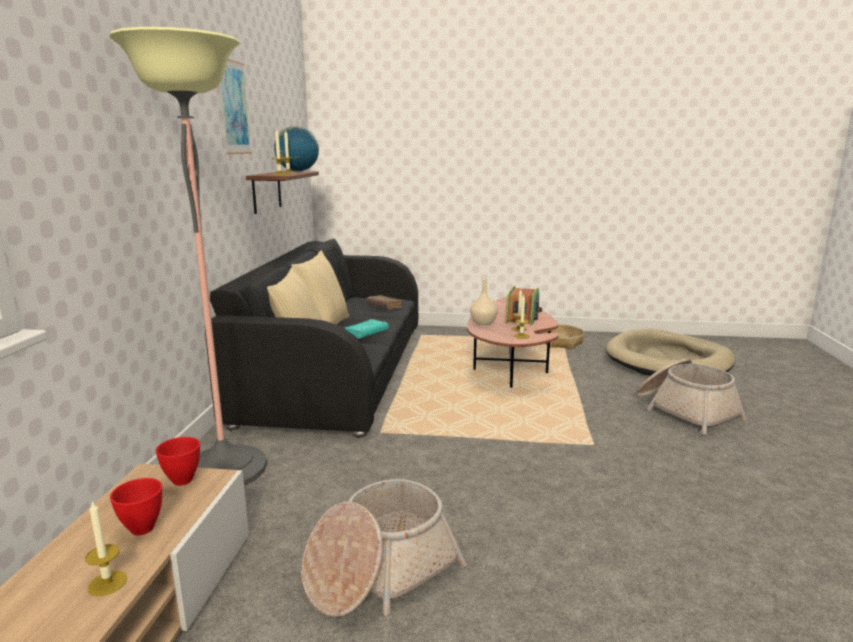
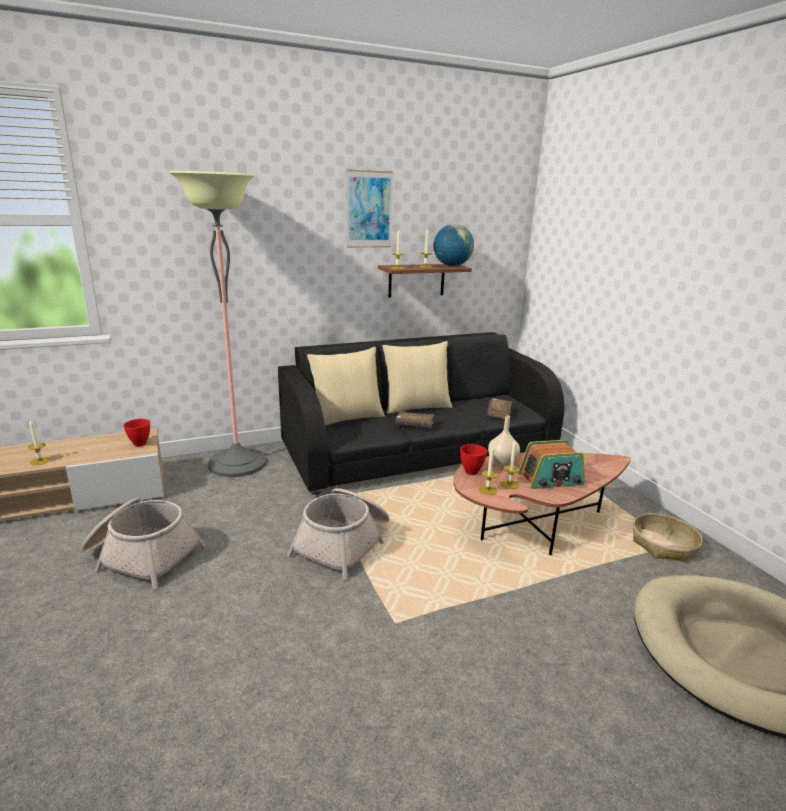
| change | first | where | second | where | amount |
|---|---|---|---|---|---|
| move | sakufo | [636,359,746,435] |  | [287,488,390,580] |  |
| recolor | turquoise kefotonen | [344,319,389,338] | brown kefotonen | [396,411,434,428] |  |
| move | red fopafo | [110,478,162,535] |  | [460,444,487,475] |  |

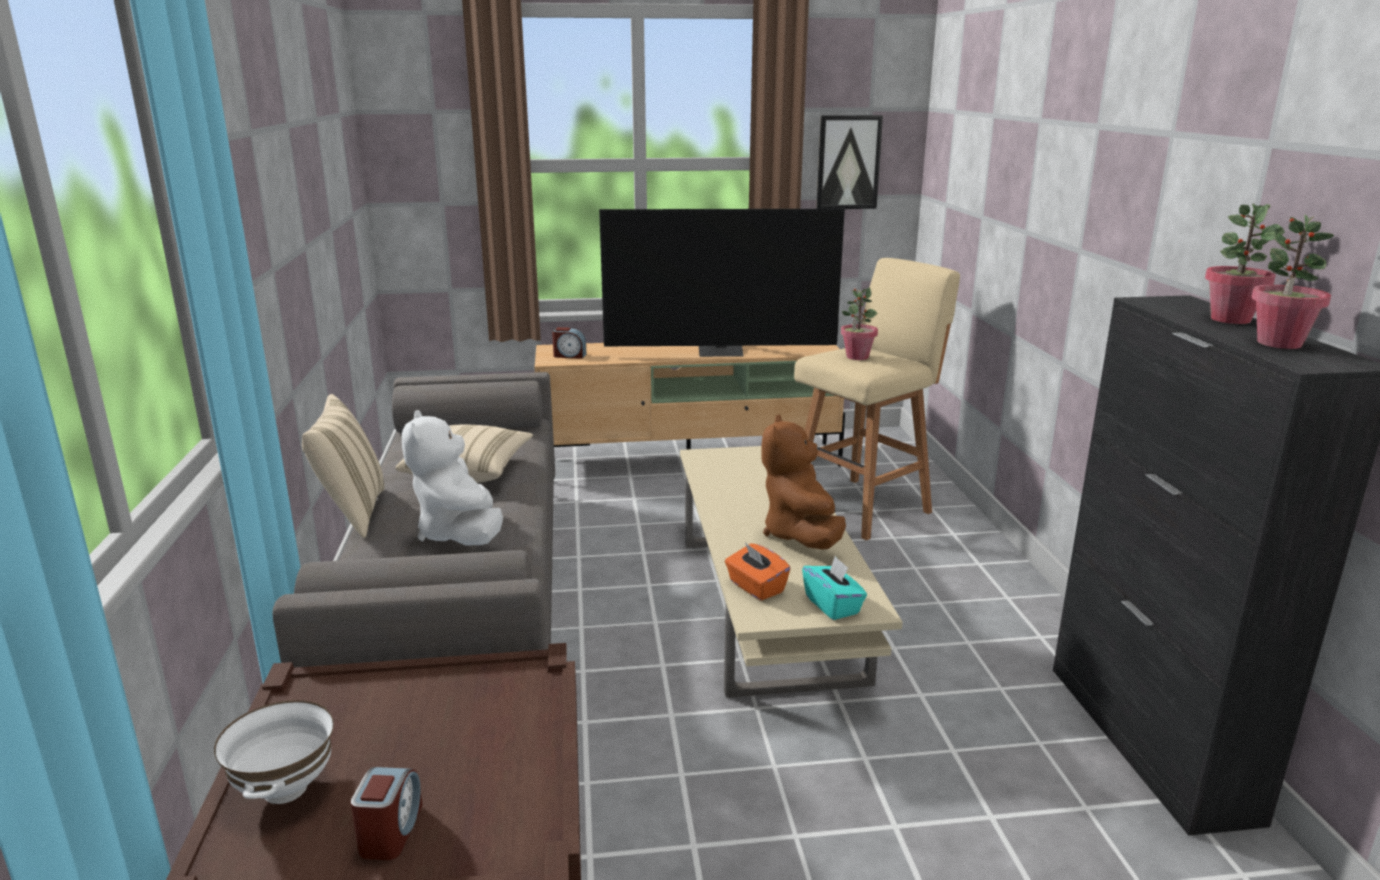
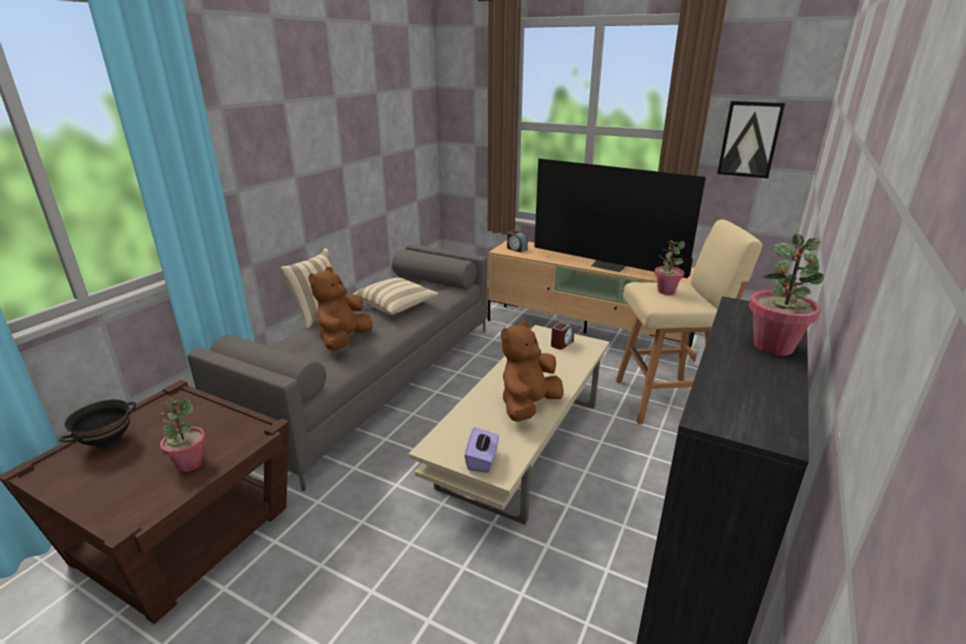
| change | first | where | second | where | amount |
|---|---|---|---|---|---|
| recolor | white fopafo | [214,700,334,804] | black fopafo | [59,399,136,449] |  |
| move | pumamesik | [1252,215,1334,349] |  | [160,398,206,472] |  |
| recolor | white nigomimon | [402,410,503,546] | brown nigomimon | [308,267,373,351] |  |
| recolor | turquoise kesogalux | [802,556,867,620] | purple kesogalux | [465,427,499,473] |  |
| move | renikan | [351,767,422,860] |  | [551,322,574,350] |  |
| delete | orange kesogalux | [725,543,791,601] |  |  |  |

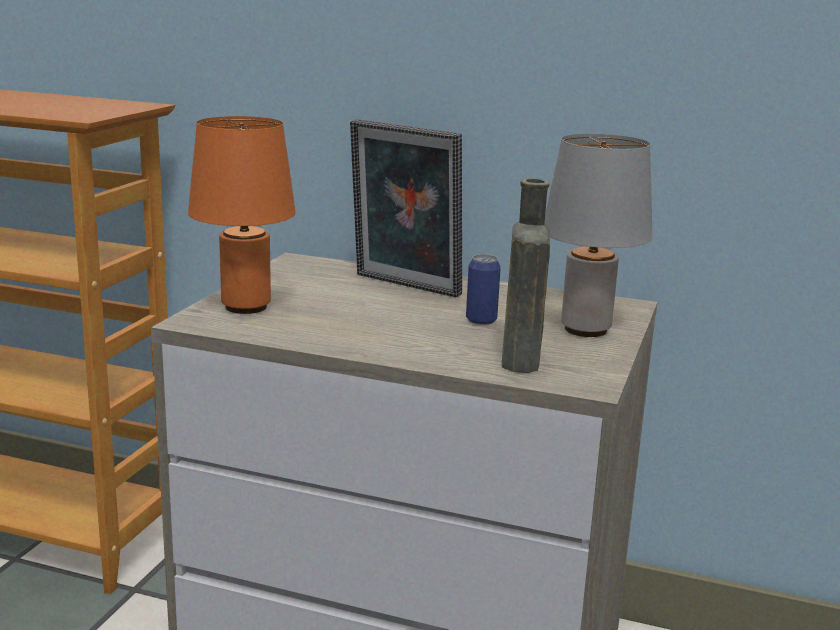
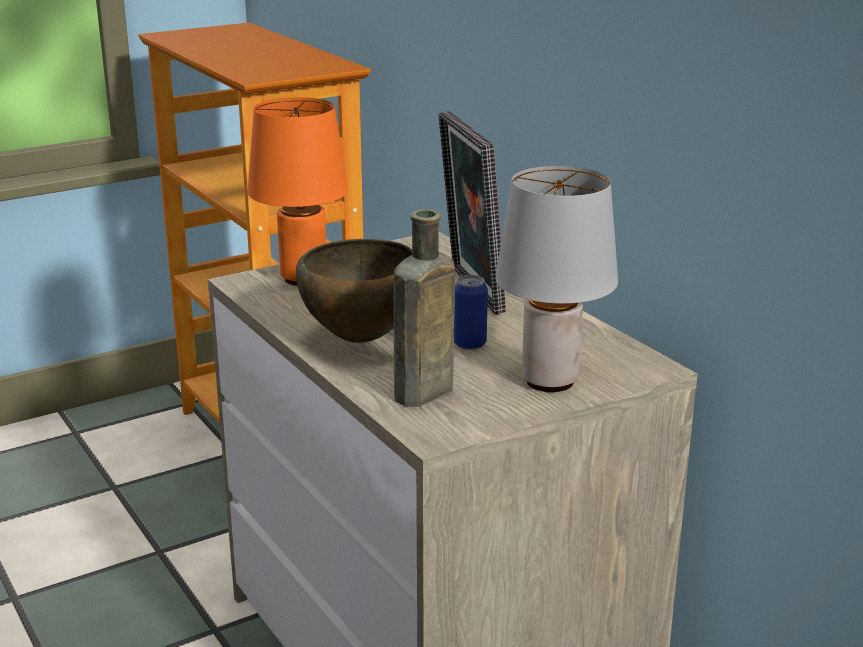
| change | first | where | second | where | amount |
|---|---|---|---|---|---|
| insert |  |  | brown fopafo | [296,239,412,343] |  |

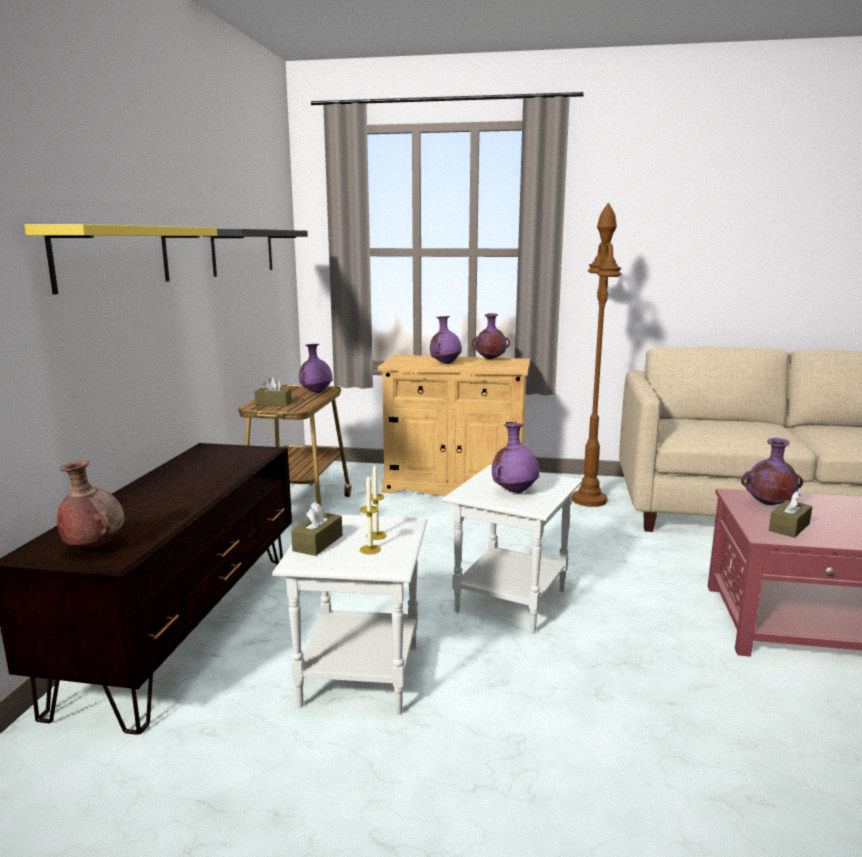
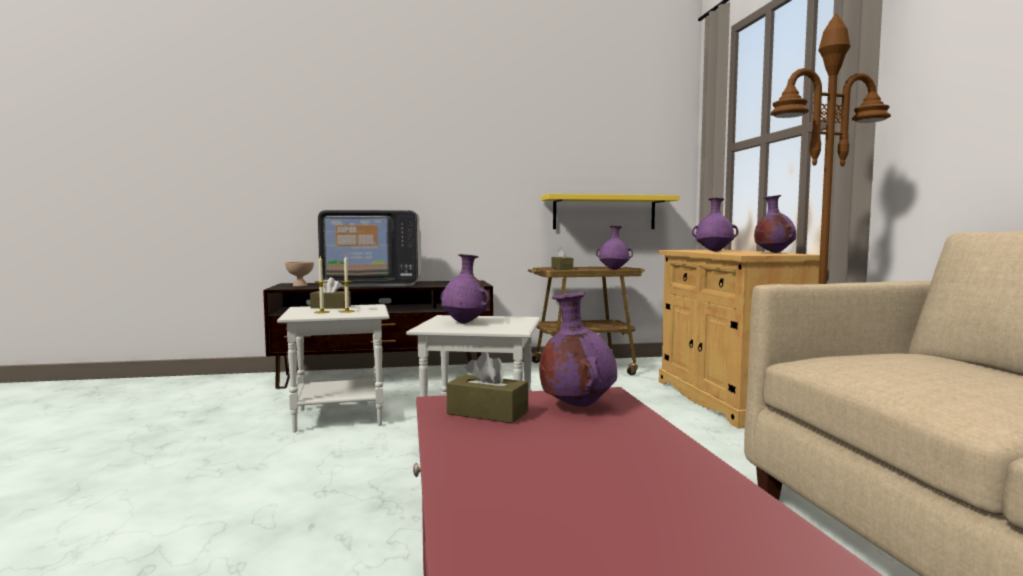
| change | first | where | second | where | amount |
|---|---|---|---|---|---|
| replace | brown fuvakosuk | [57,460,125,547] | beige fopafo | [285,262,314,287] |  |
| insert |  |  | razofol | [318,210,421,287] |  |
| move | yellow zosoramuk | [25,224,217,295] |  | [541,194,679,229] |  |
| delete | black zosoramuk | [203,229,308,277] |  |  |  |

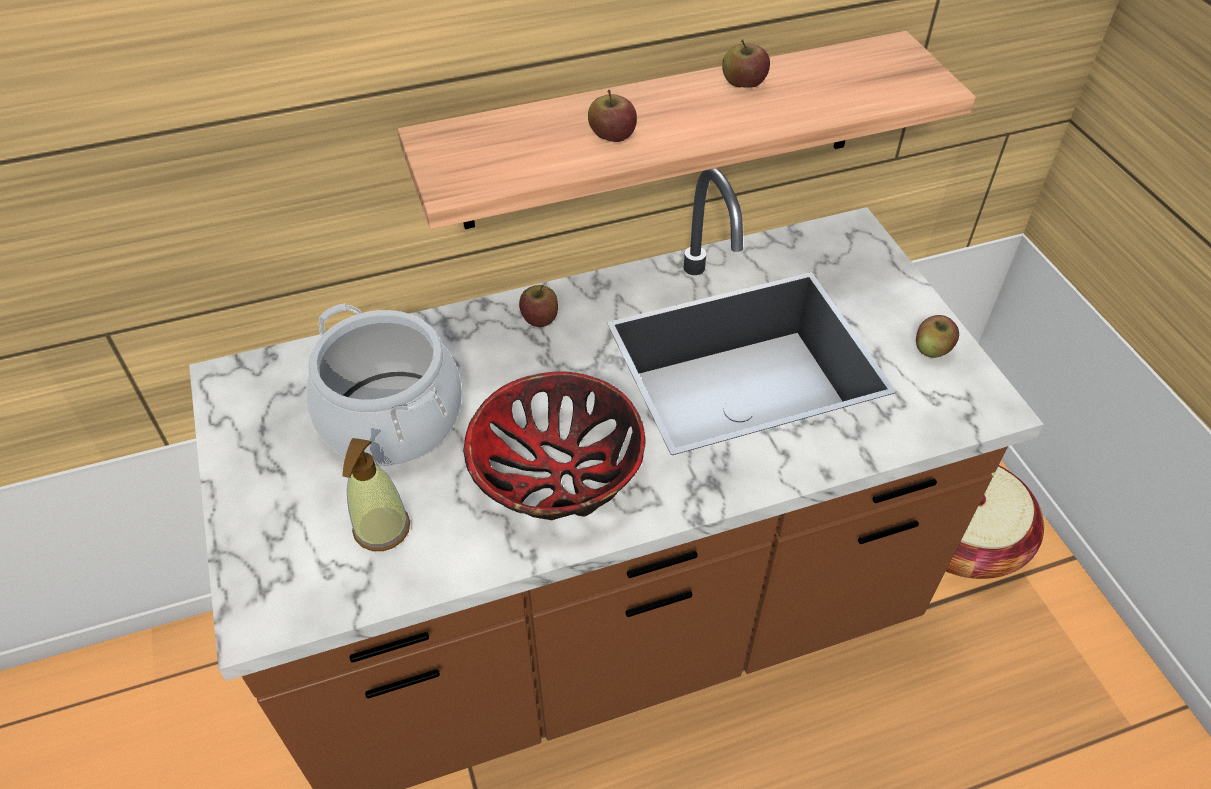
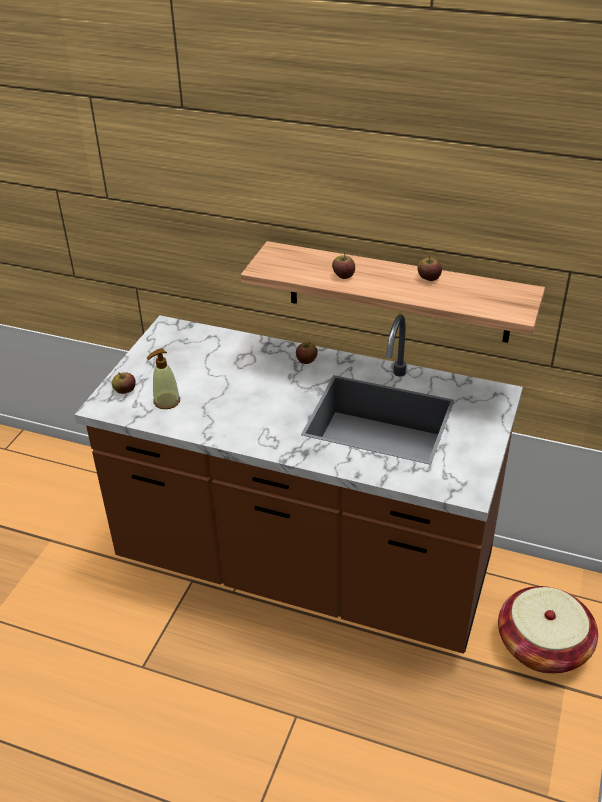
| change | first | where | second | where | amount |
|---|---|---|---|---|---|
| move | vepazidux | [916,315,959,358] |  | [112,372,136,394] |  |
| delete | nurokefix | [306,303,462,466] |  |  |  |
| delete | fopafo | [463,371,646,520] |  |  |  |

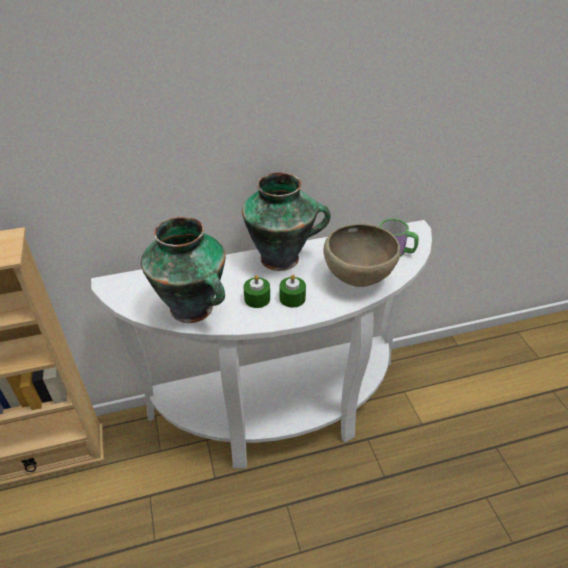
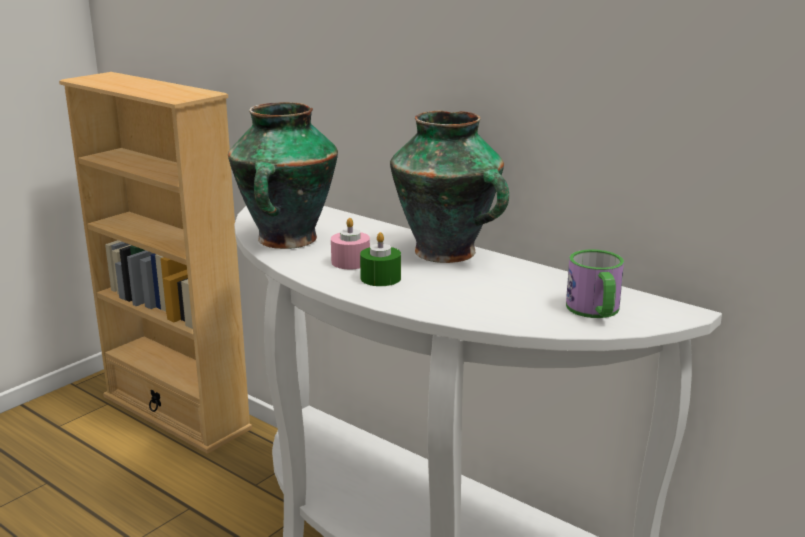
| change | first | where | second | where | amount |
|---|---|---|---|---|---|
| recolor | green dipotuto | [244,275,270,308] | pink dipotuto | [331,218,370,269] |  |
| delete | brown fopafo | [324,224,401,287] |  |  |  |

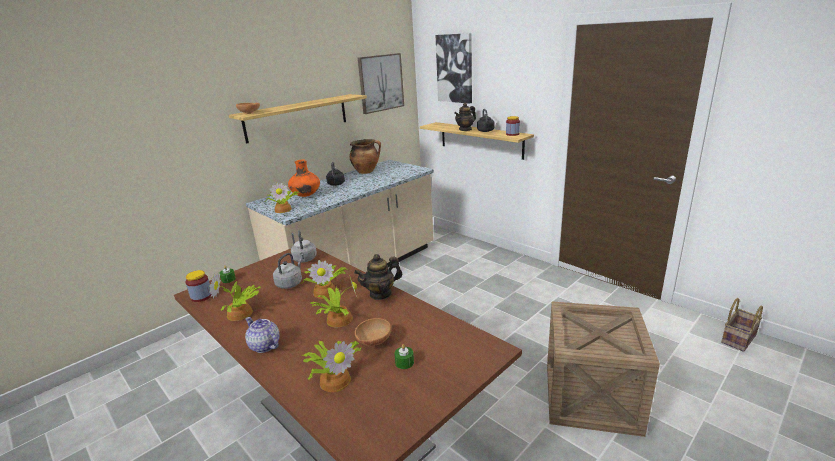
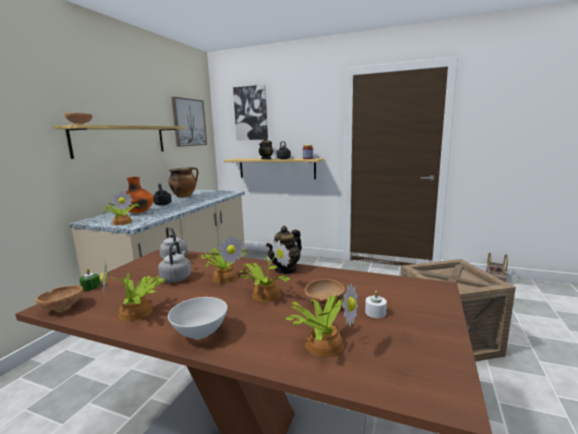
| change | first | where | second | where | amount |
|---|---|---|---|---|---|
| replace | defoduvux | [185,270,212,302] | brown fopafo | [36,285,83,312] |  |
| replace | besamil | [245,317,280,353] | white fopafo | [168,297,227,339] |  |
| recolor | green dipotuto | [394,344,414,369] | white dipotuto | [365,290,387,318] |  |

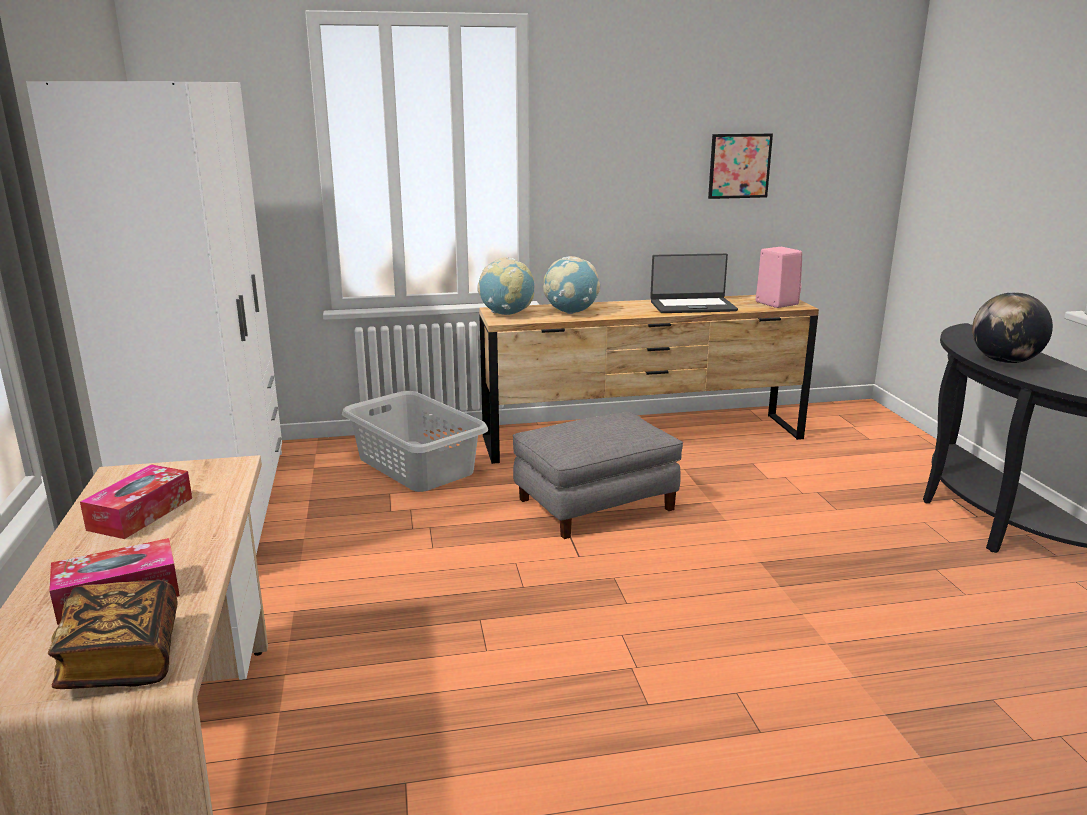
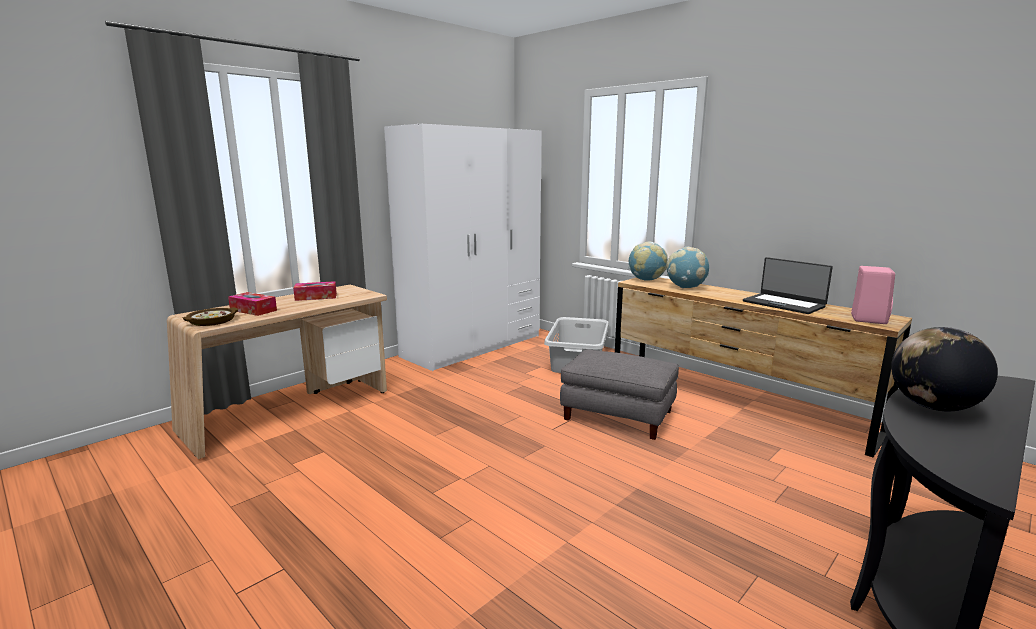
| change | first | where | second | where | amount |
|---|---|---|---|---|---|
| replace | kefotonen | [48,580,178,689] | fopafo | [182,307,238,326] |  |
| delete | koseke | [708,134,773,199] |  |  |  |

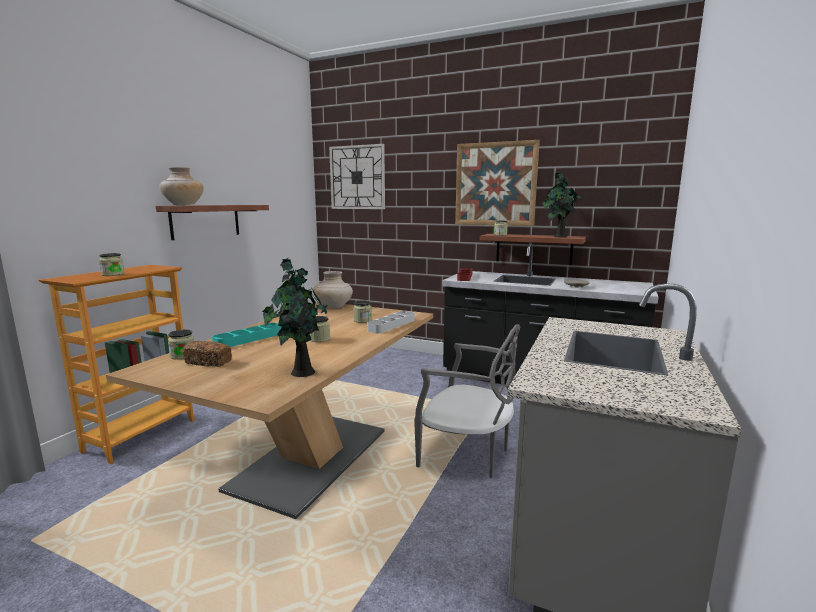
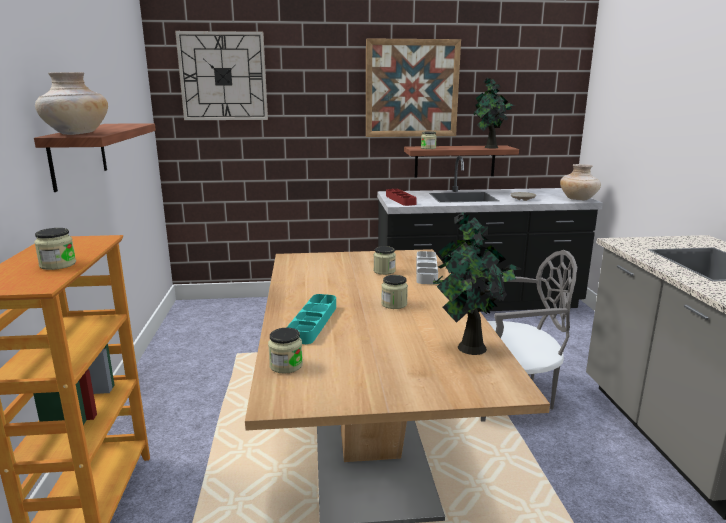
| change | first | where | second | where | amount |
|---|---|---|---|---|---|
| move | beige fuvakosuk | [313,271,353,308] |  | [560,164,601,200] |  |
| delete | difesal | [183,341,232,367] |  |  |  |

